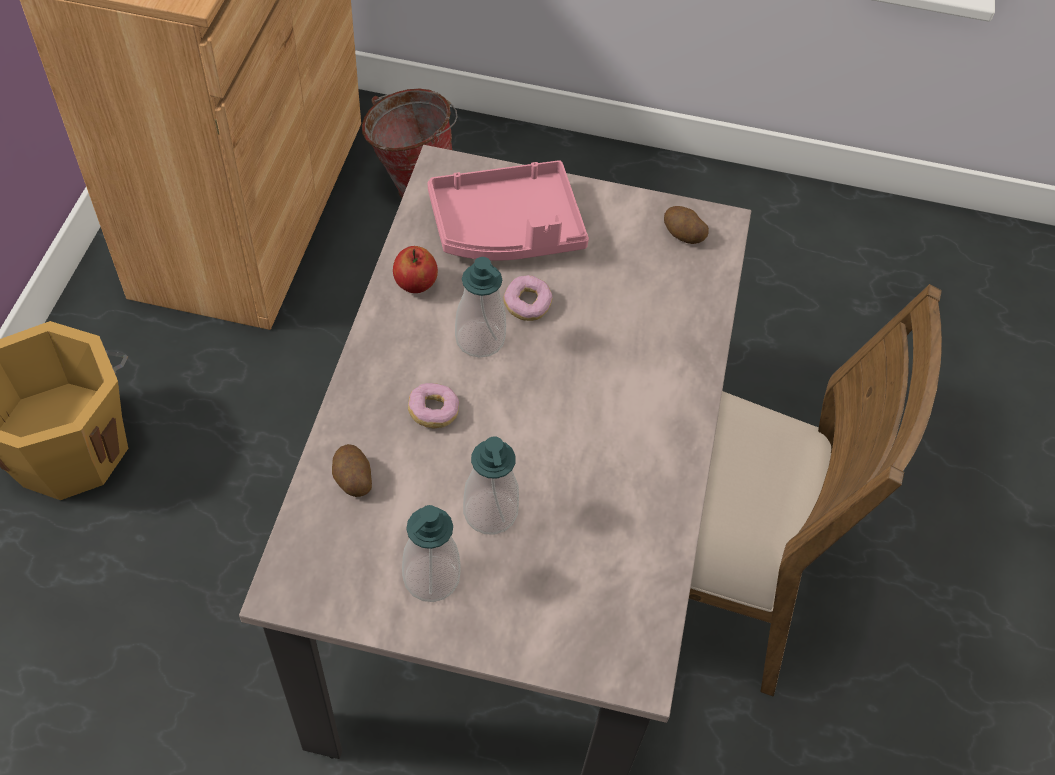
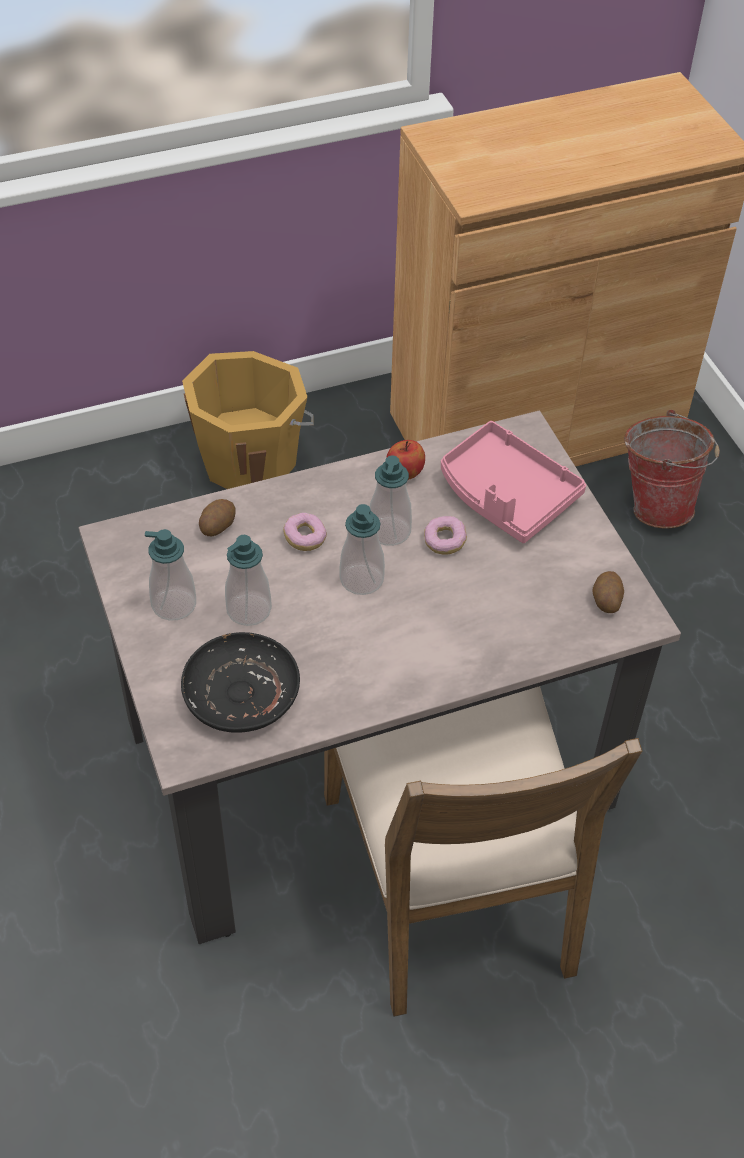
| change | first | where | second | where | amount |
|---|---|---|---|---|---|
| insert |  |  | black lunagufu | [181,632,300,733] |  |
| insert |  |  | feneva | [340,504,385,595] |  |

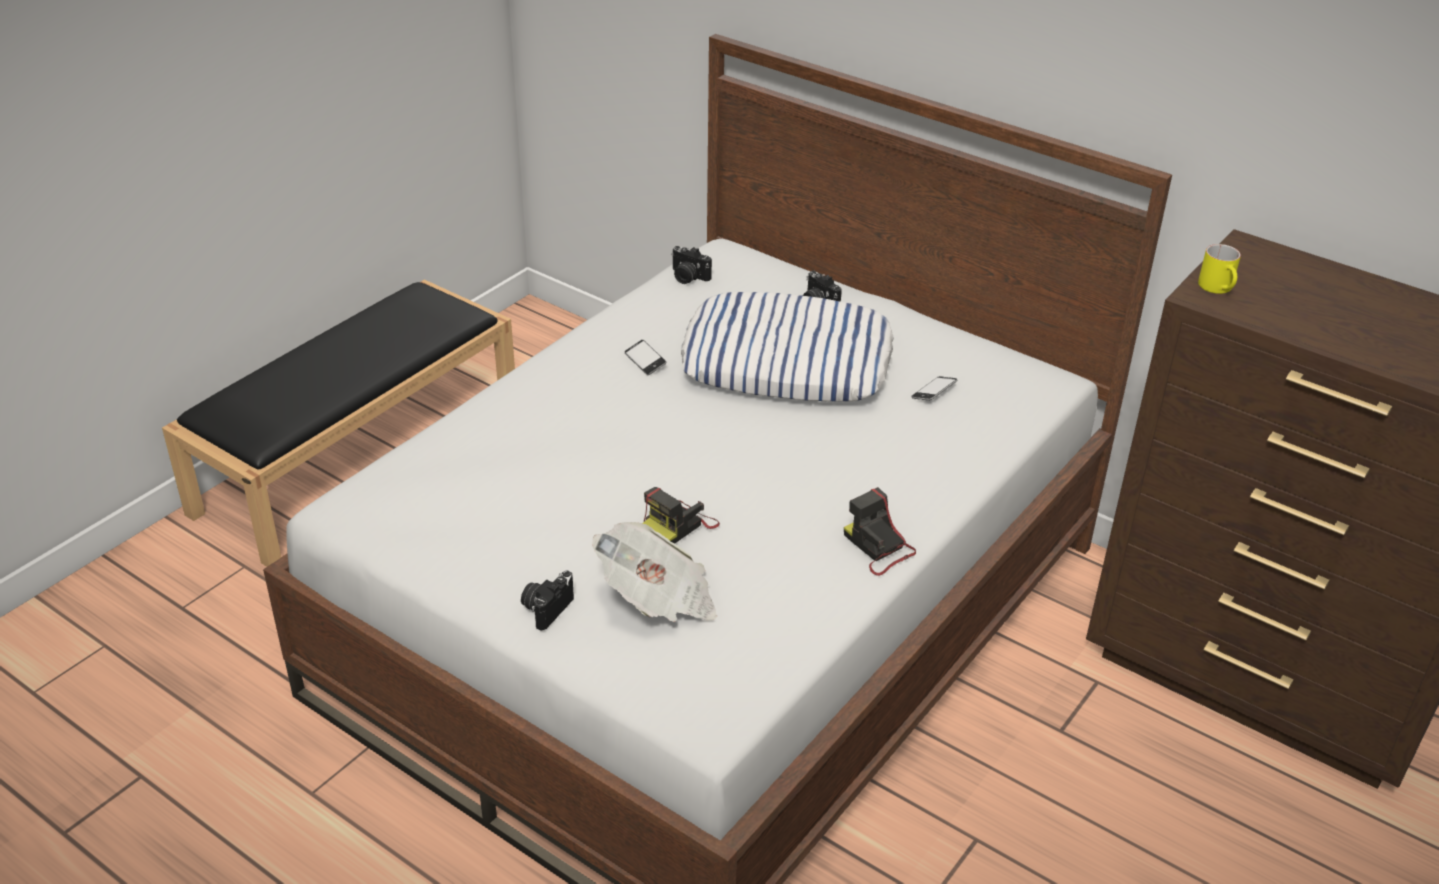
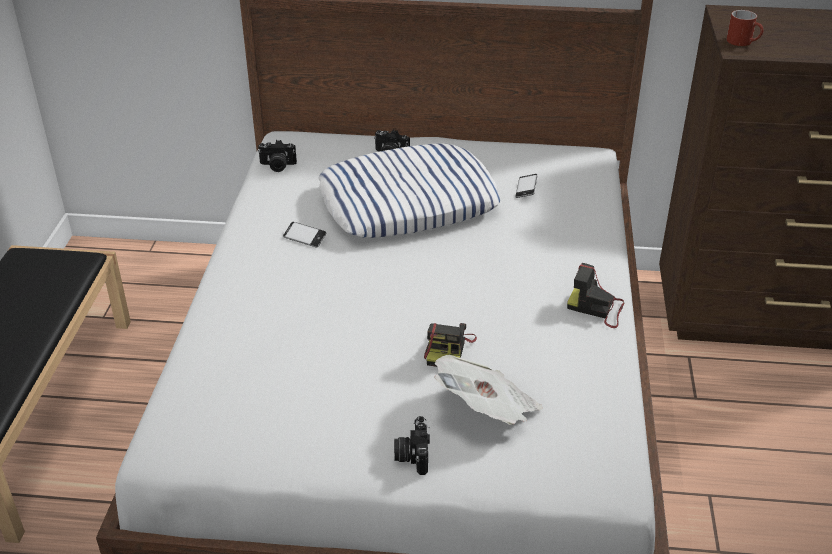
| change | first | where | second | where | amount |
|---|---|---|---|---|---|
| recolor | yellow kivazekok | [1198,244,1241,294] | red kivazekok | [726,10,764,46] |  |

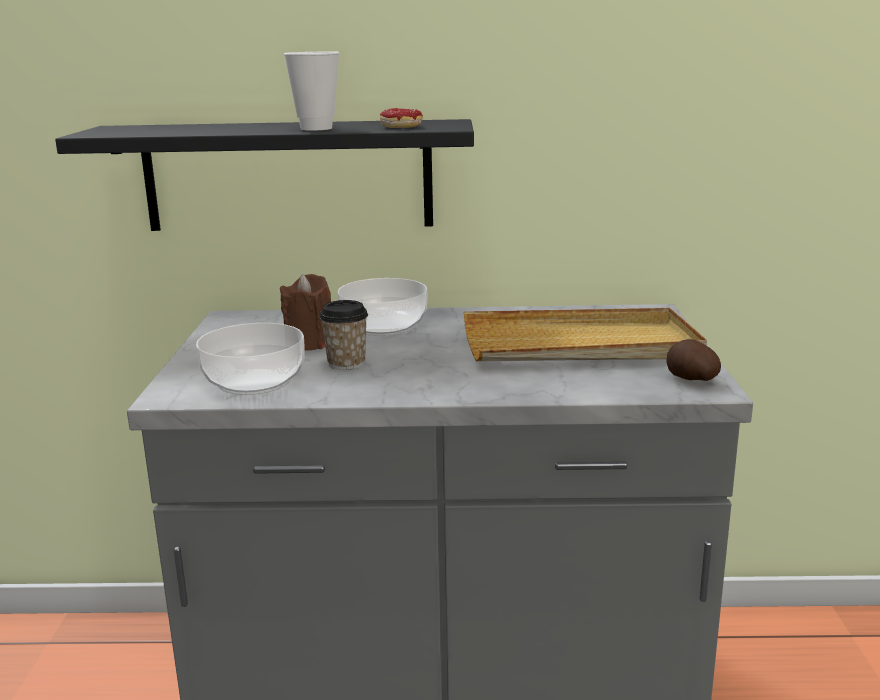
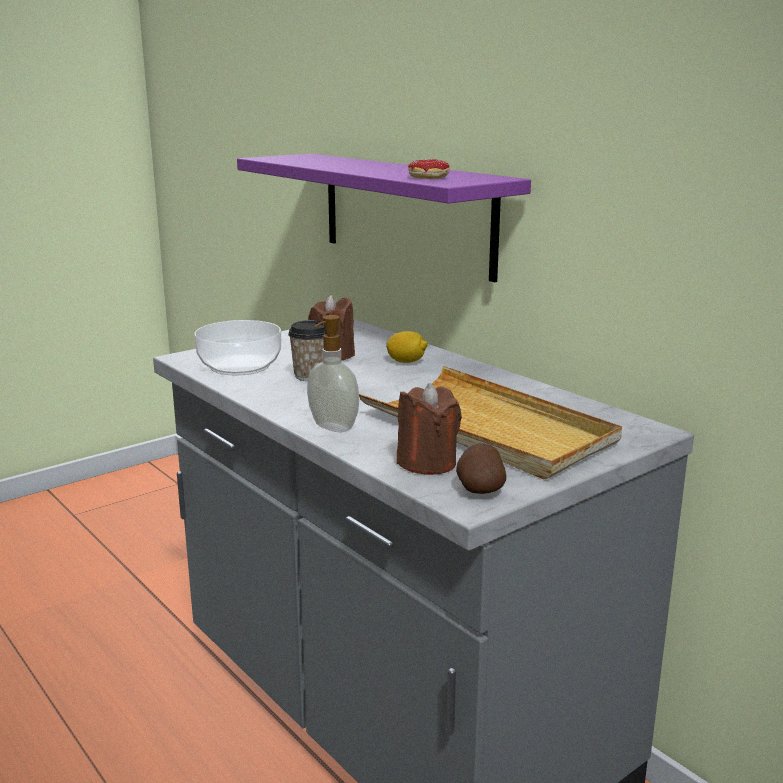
| change | first | where | second | where | amount |
|---|---|---|---|---|---|
| recolor | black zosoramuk | [55,119,474,231] | purple zosoramuk | [237,154,531,282] |  |
| insert |  |  | feneva | [307,315,359,432] |  |
| replace | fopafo | [337,278,427,336] | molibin | [386,331,428,363] |  |
| insert |  |  | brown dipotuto | [397,383,462,475] |  |
| delete | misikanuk | [284,51,340,131] |  |  |  |

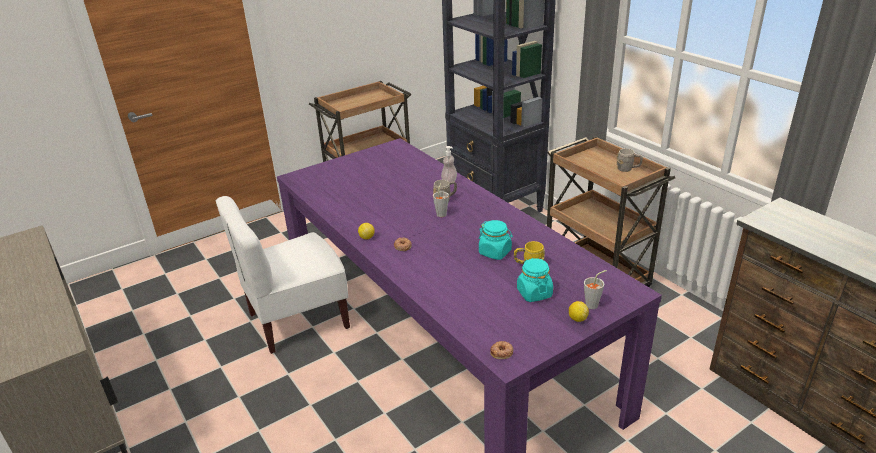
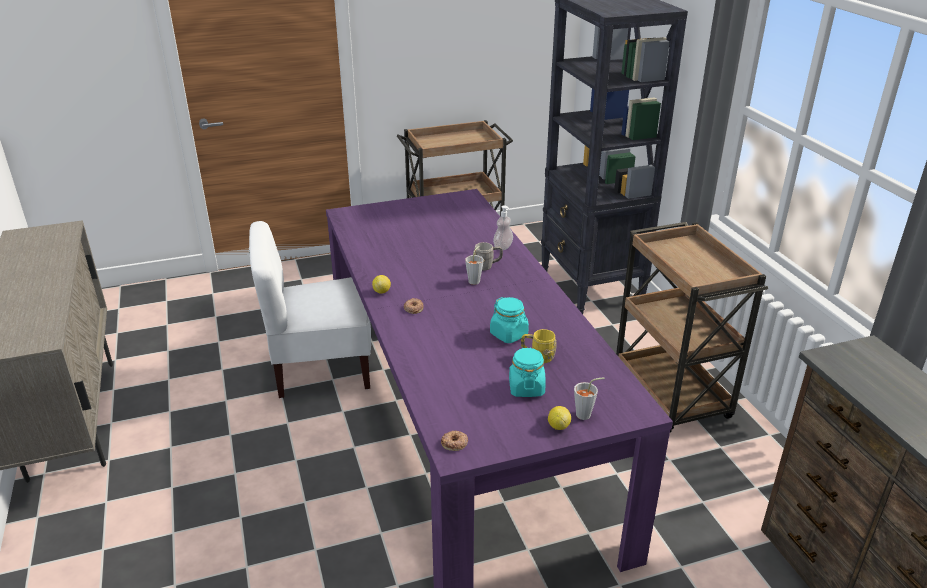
| change | first | where | second | where | amount |
|---|---|---|---|---|---|
| delete | grey kivazekok | [617,149,643,172] |  |  |  |

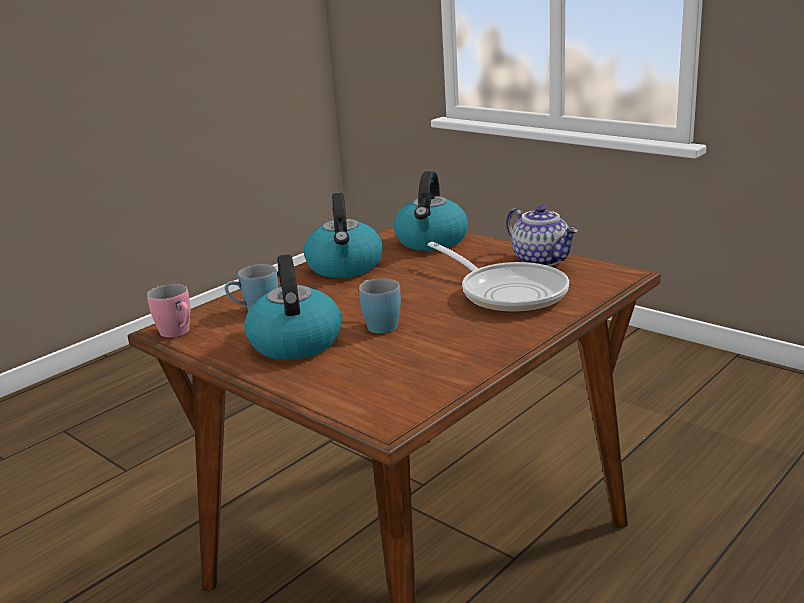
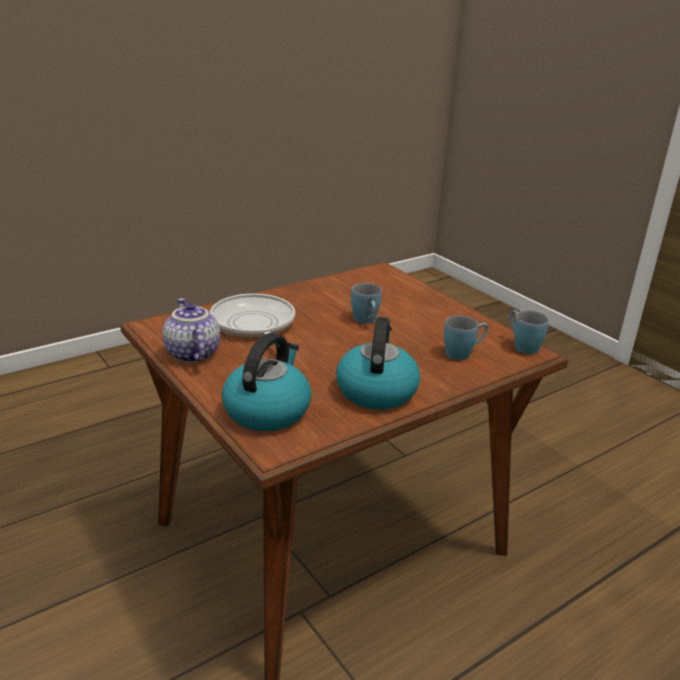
| change | first | where | second | where | amount |
|---|---|---|---|---|---|
| recolor | pink kivazekok | [147,284,190,337] | blue kivazekok | [510,310,549,354] |  |
| delete | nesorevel | [244,254,341,360] |  |  |  |

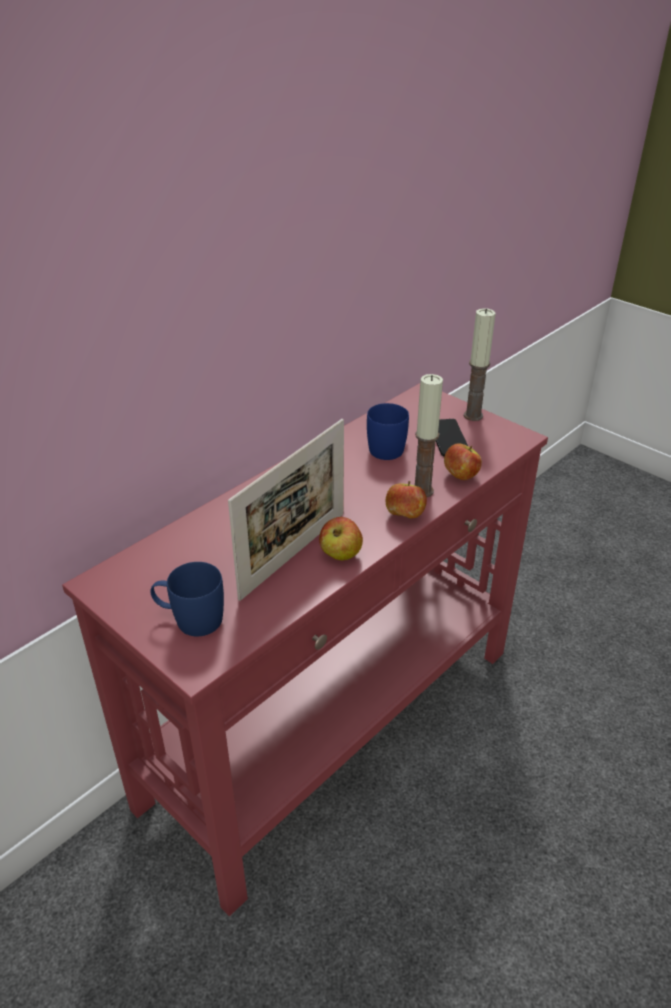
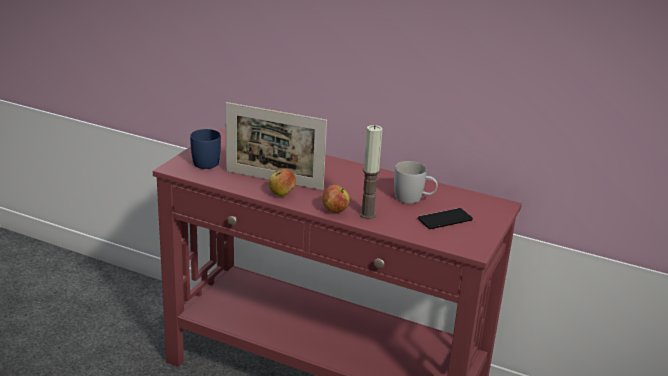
| change | first | where | second | where | amount |
|---|---|---|---|---|---|
| recolor | blue kivazekok | [367,403,409,460] | white kivazekok | [394,161,438,204] |  |
| delete | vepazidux | [444,443,482,480] |  |  |  |
| delete | dipotuto | [464,308,496,421] |  |  |  |

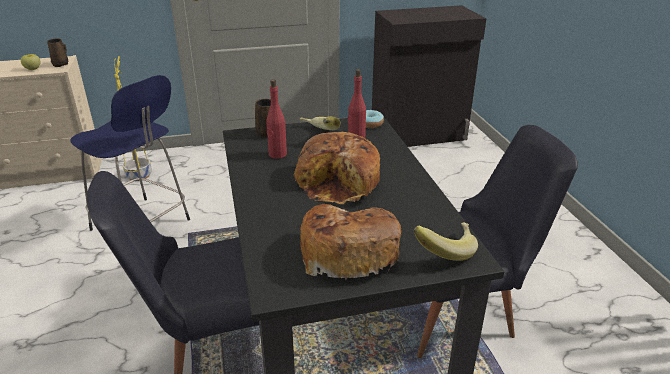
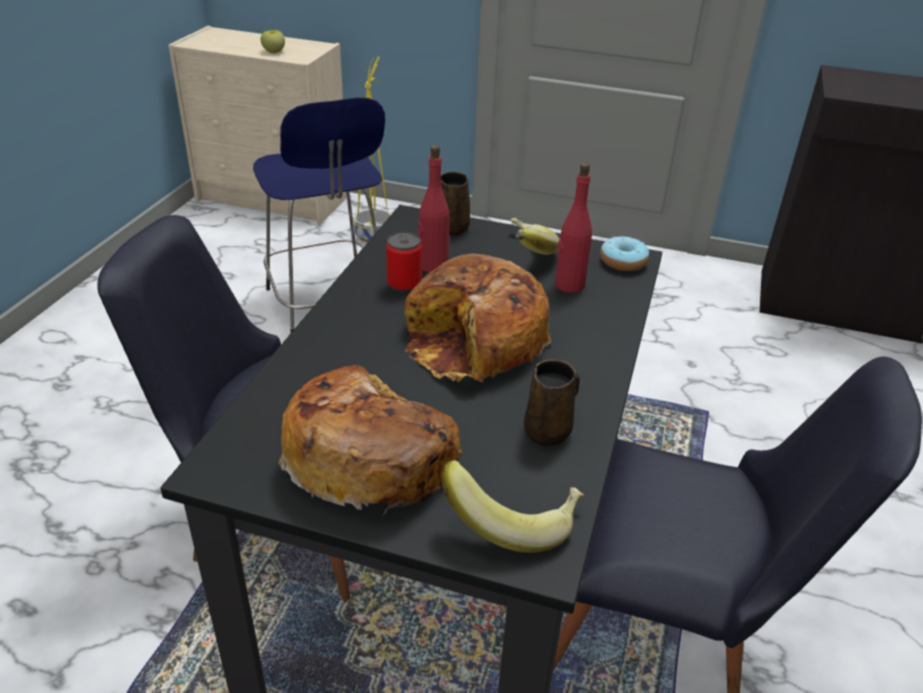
| change | first | where | second | where | amount |
|---|---|---|---|---|---|
| insert |  |  | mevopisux | [386,232,422,293] |  |
| move | brown kivazekok | [47,38,68,67] |  | [524,359,580,446] |  |

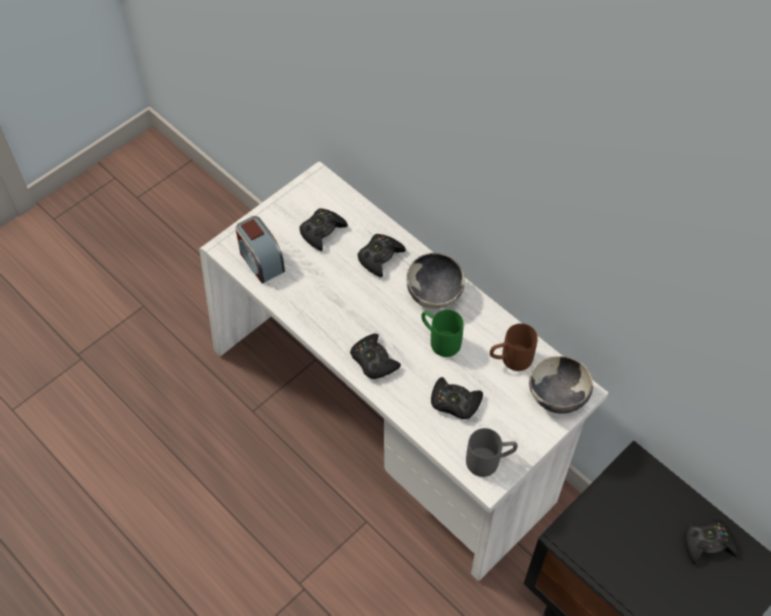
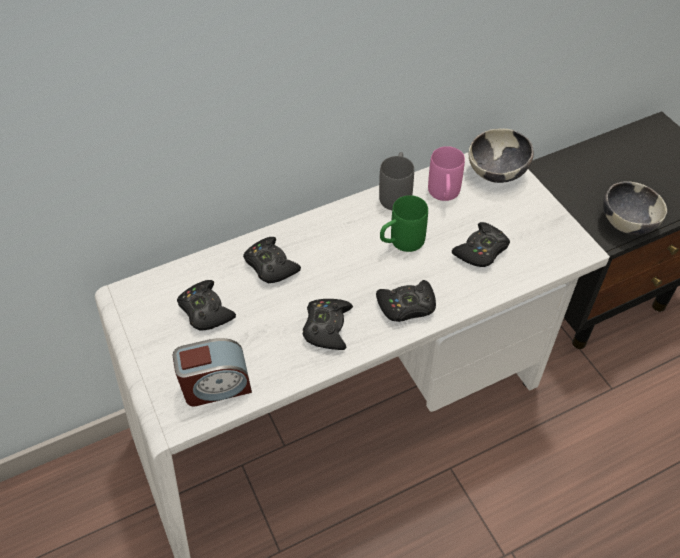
| change | first | where | second | where | amount |
|---|---|---|---|---|---|
| move | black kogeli | [684,520,738,565] |  | [303,299,353,350] |  |
| move | grey kivazekok | [466,428,518,477] |  | [379,152,414,210] |  |
| recolor | brown kivazekok | [490,323,538,371] | pink kivazekok | [428,146,465,201] |  |
| move | fopafo | [406,253,465,308] |  | [603,181,667,235] |  |

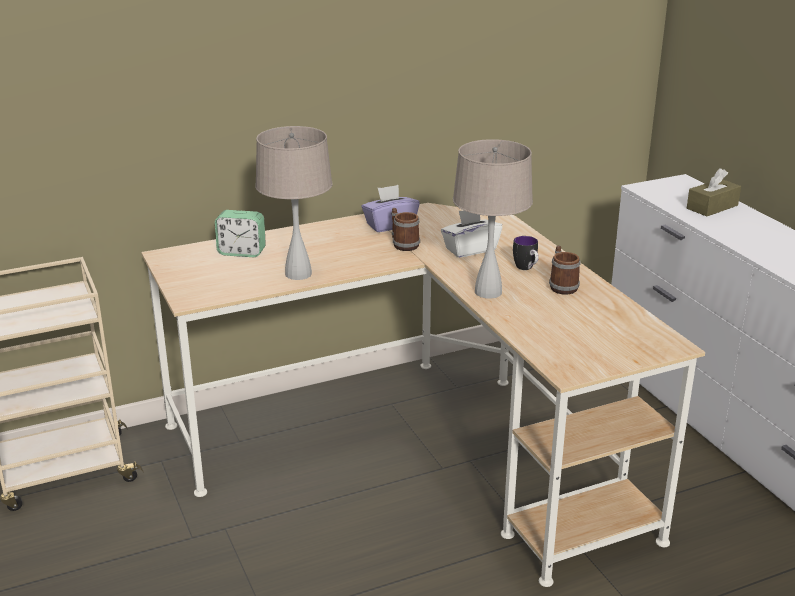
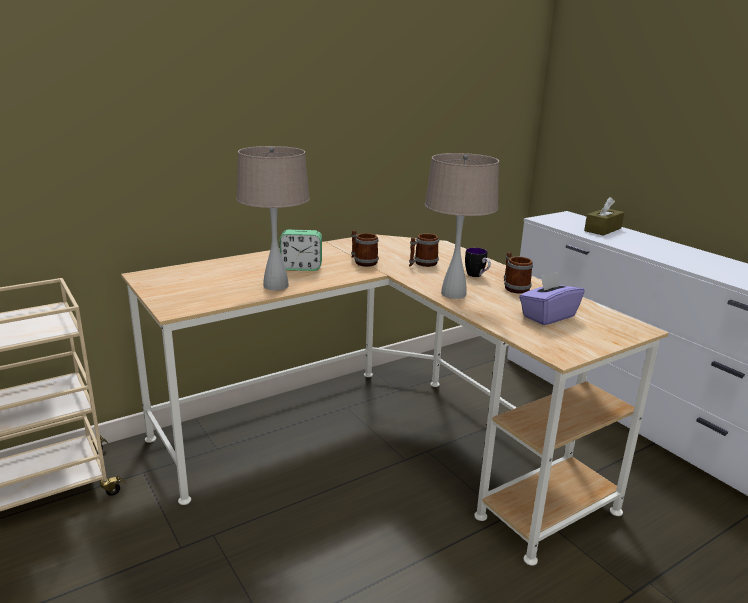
| change | first | where | second | where | amount |
|---|---|---|---|---|---|
| move | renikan | [215,210,266,257] |  | [279,230,322,271] |  |
| replace | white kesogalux | [441,211,503,258] | kivazekok | [409,233,439,267] |  |
| move | purple kesogalux | [362,185,420,232] |  | [519,271,585,325] |  |

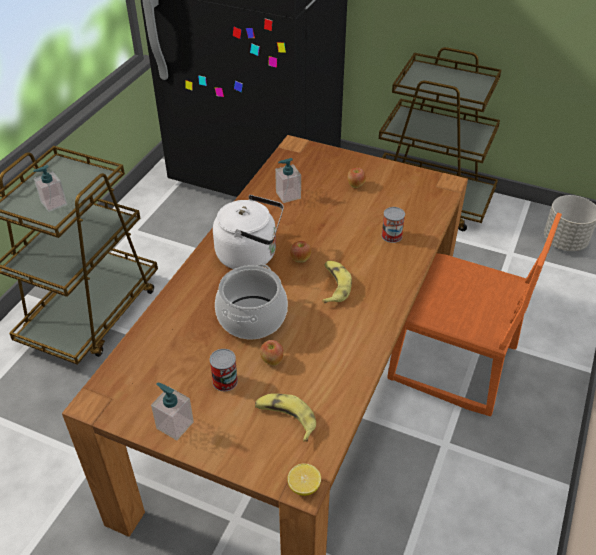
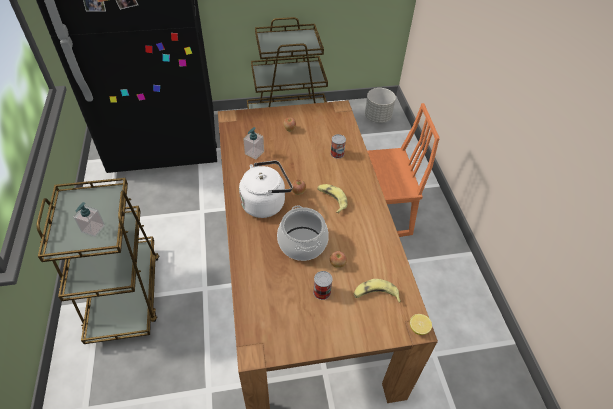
| change | first | where | second | where | amount |
|---|---|---|---|---|---|
| delete | feneva | [151,382,194,441] |  |  |  |

